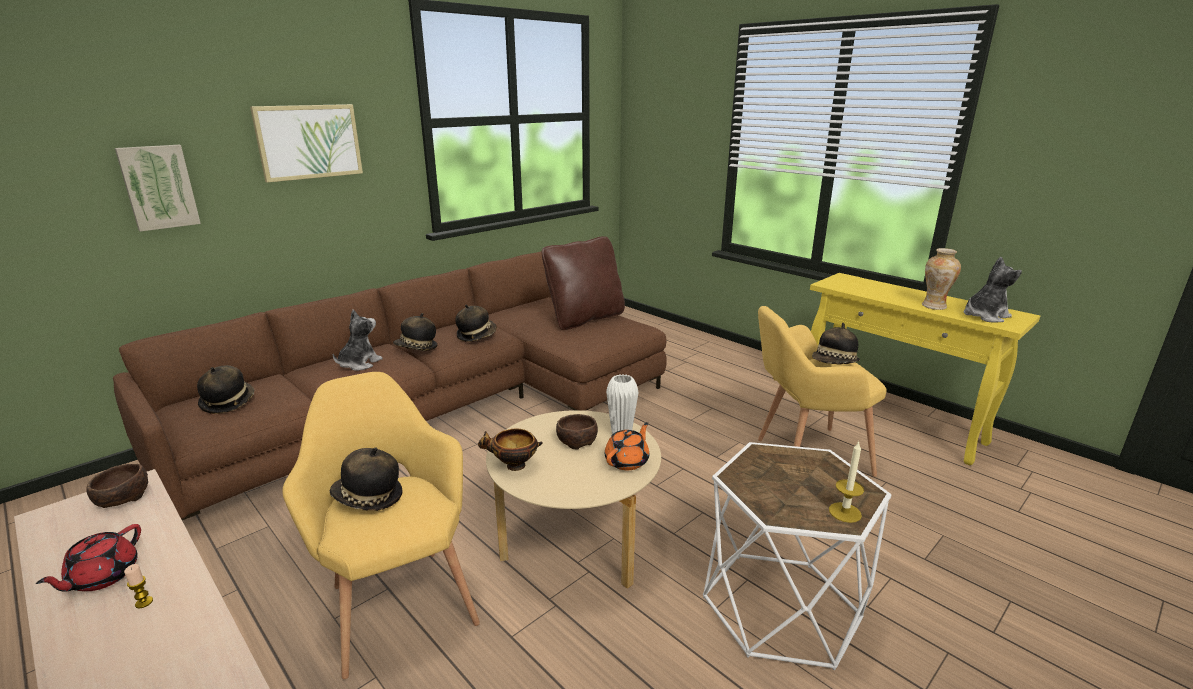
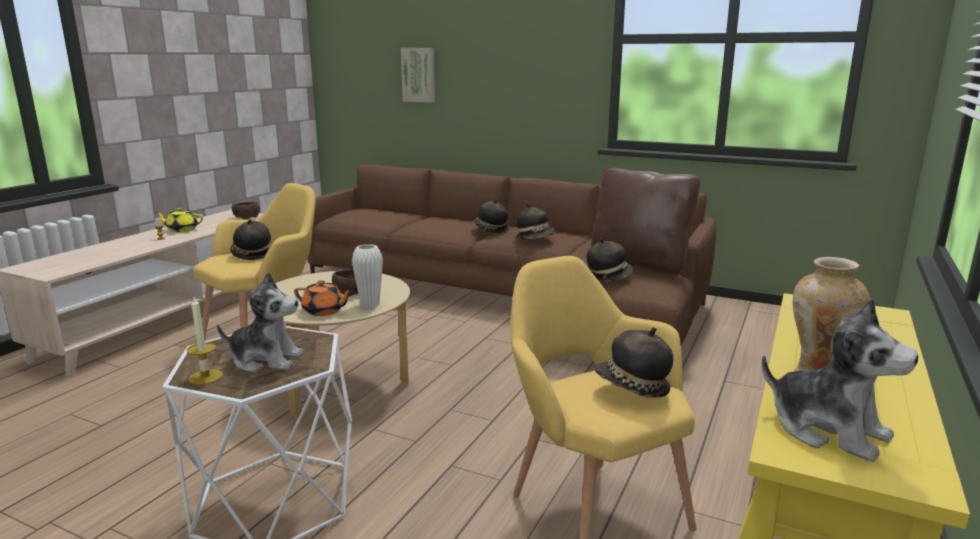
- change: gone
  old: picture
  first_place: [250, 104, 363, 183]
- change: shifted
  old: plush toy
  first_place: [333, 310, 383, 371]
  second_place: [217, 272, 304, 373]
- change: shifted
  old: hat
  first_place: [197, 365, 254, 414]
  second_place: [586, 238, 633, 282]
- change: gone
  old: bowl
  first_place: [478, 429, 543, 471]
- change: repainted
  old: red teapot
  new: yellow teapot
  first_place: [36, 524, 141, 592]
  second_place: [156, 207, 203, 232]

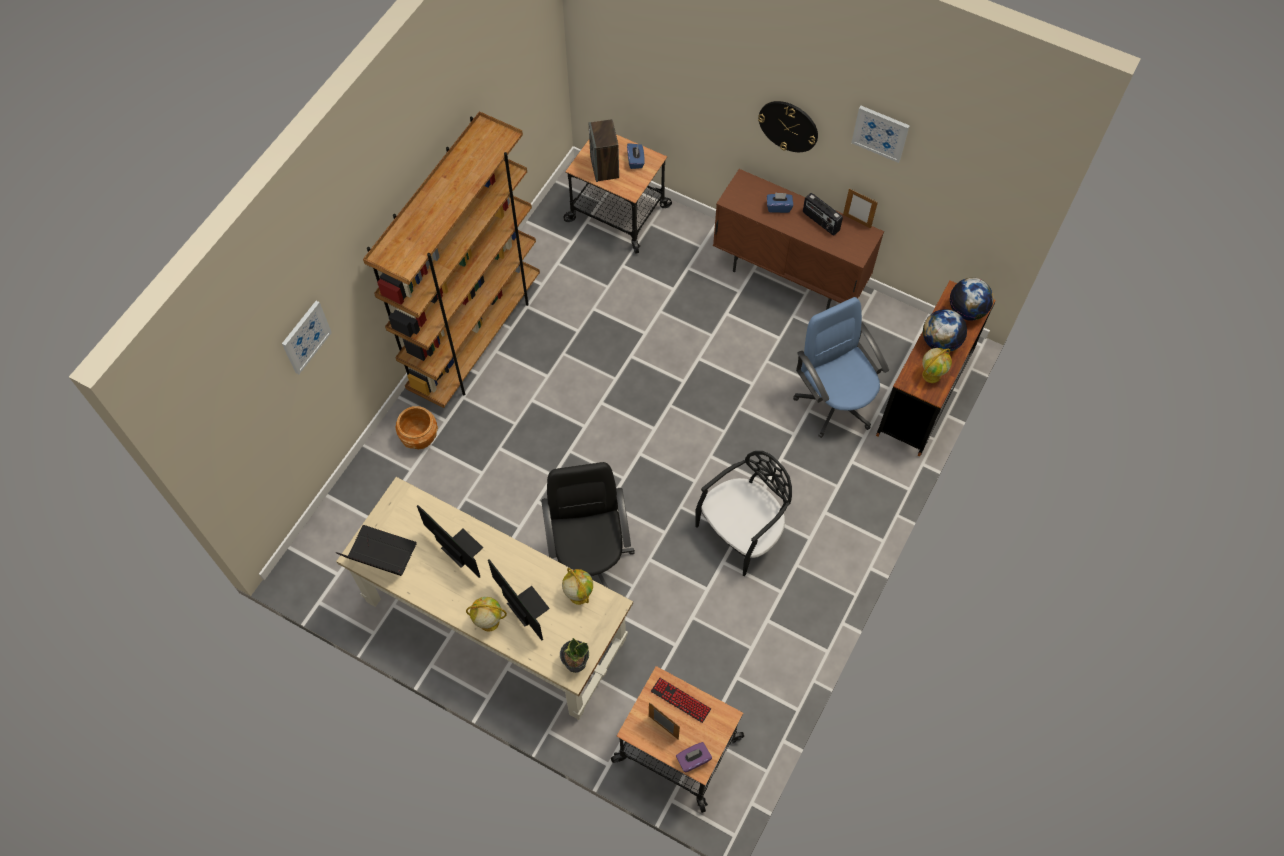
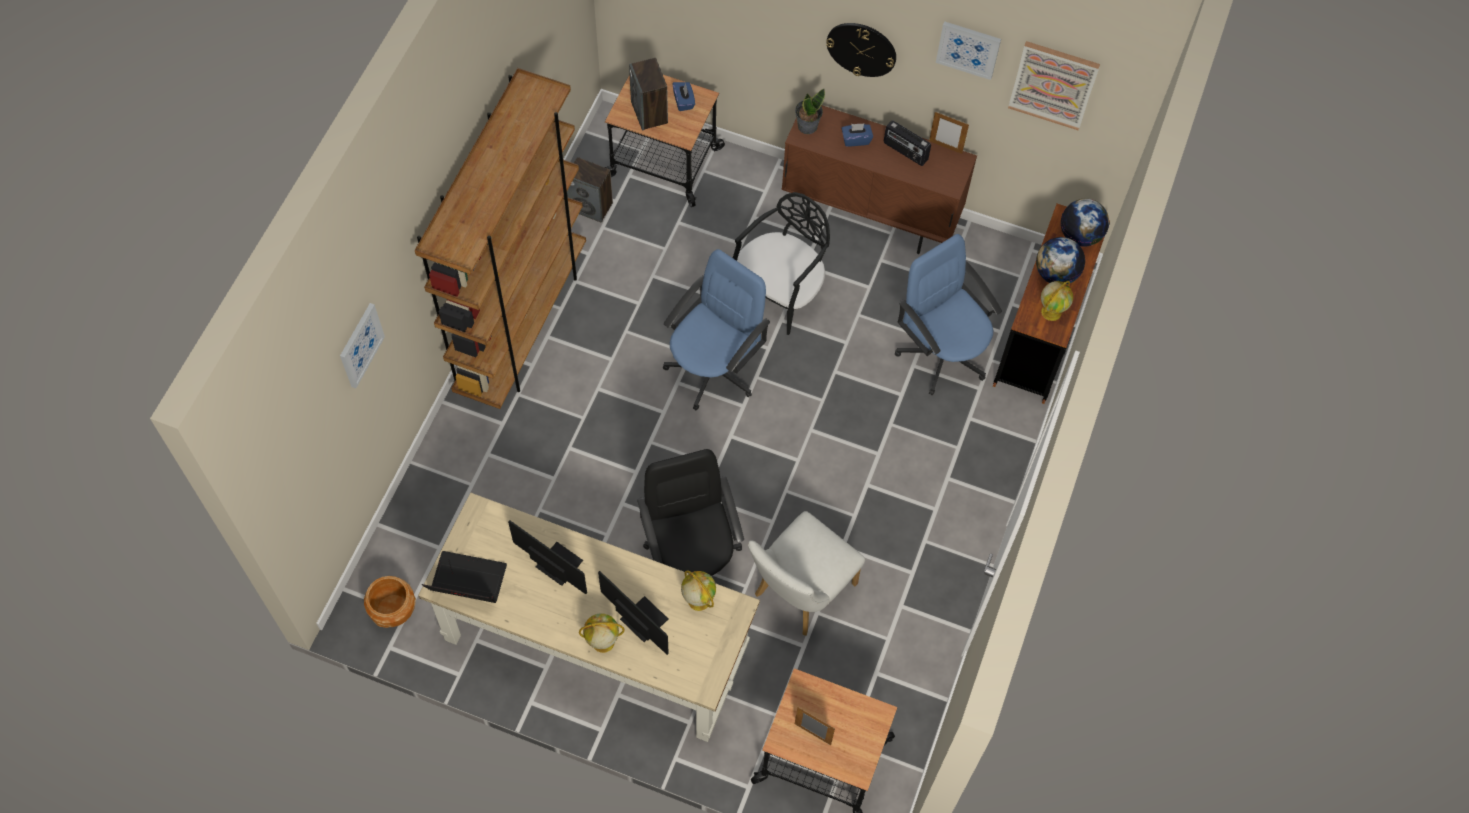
- change: shifted
  old: brown planter
  first_place: [396, 406, 438, 449]
  second_place: [364, 576, 416, 628]
- change: shifted
  old: black chair
  first_place: [695, 451, 792, 576]
  second_place: [733, 192, 830, 335]
- change: shifted
  old: potted plant
  first_place: [560, 638, 589, 673]
  second_place: [795, 88, 825, 134]
- change: gone
  old: keyboard
  first_place: [651, 678, 711, 723]
- change: gone
  old: purple tissue box
  first_place: [676, 742, 712, 773]
- change: new
  new: picture
  second_place: [1008, 41, 1100, 130]
- change: new
  new: speaker
  second_place: [567, 157, 613, 223]
- change: new
  new: blue office chair
  second_place: [663, 249, 770, 410]
- change: new
  new: white chair
  second_place: [748, 511, 865, 636]

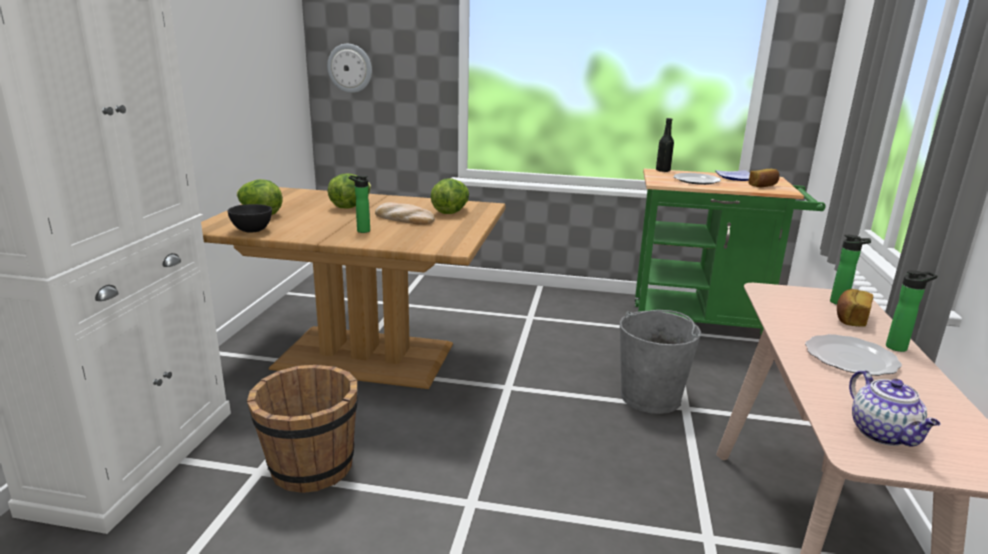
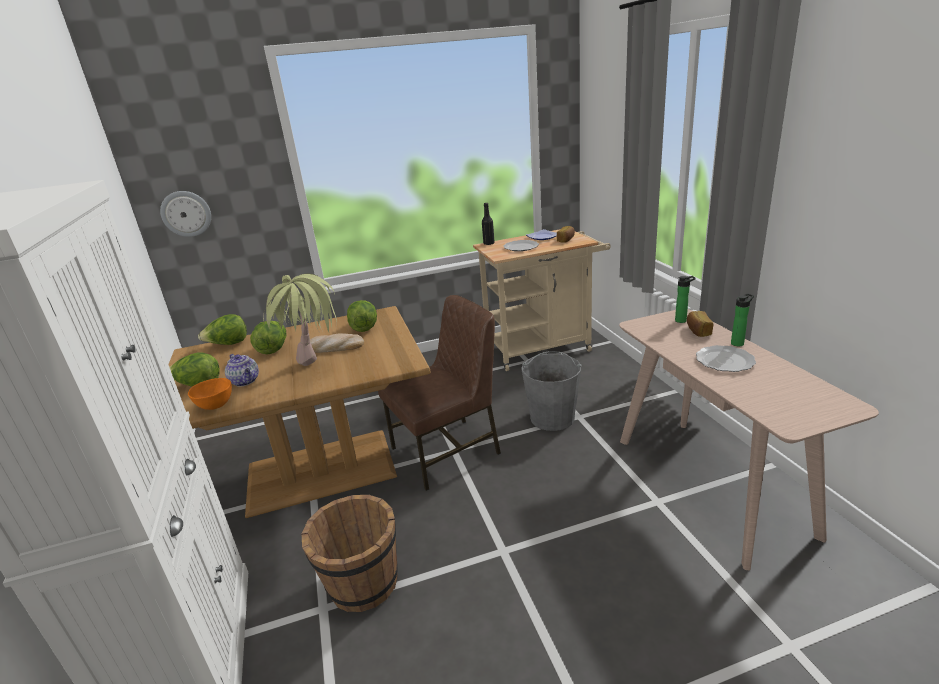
- change: repainted
  old: green cart
  new: beige cart
  first_place: [635, 168, 825, 337]
  second_place: [473, 229, 611, 371]
- change: swapped
  old: bottle
  new: potted plant
  first_place: [349, 175, 370, 233]
  second_place: [263, 273, 337, 366]
- change: repainted
  old: black bowl
  new: orange bowl
  first_place: [227, 204, 272, 233]
  second_place: [188, 378, 232, 410]
- change: shifted
  old: teapot
  first_place: [849, 370, 941, 446]
  second_place: [225, 354, 259, 387]
- change: new
  new: brown chair
  second_place: [378, 295, 501, 491]
- change: new
  new: lettuce
  second_place: [198, 314, 247, 345]

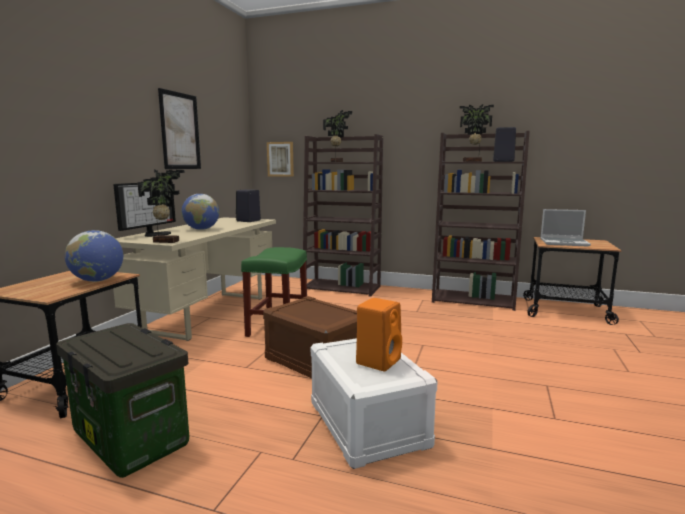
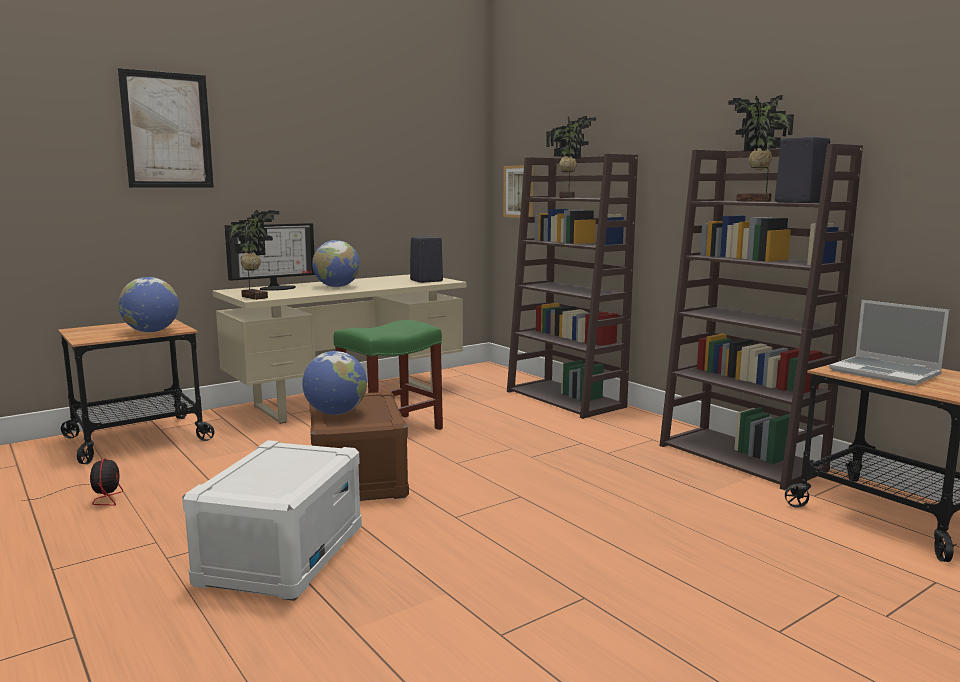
- change: shifted
  old: picture
  first_place: [158, 88, 201, 169]
  second_place: [118, 68, 214, 188]
- change: gone
  old: orange speaker
  first_place: [356, 298, 402, 371]
- change: swapped
  old: storage box
  new: fan
  first_place: [56, 323, 189, 478]
  second_place: [22, 459, 123, 505]
- change: new
  new: globe
  second_place: [302, 351, 367, 415]

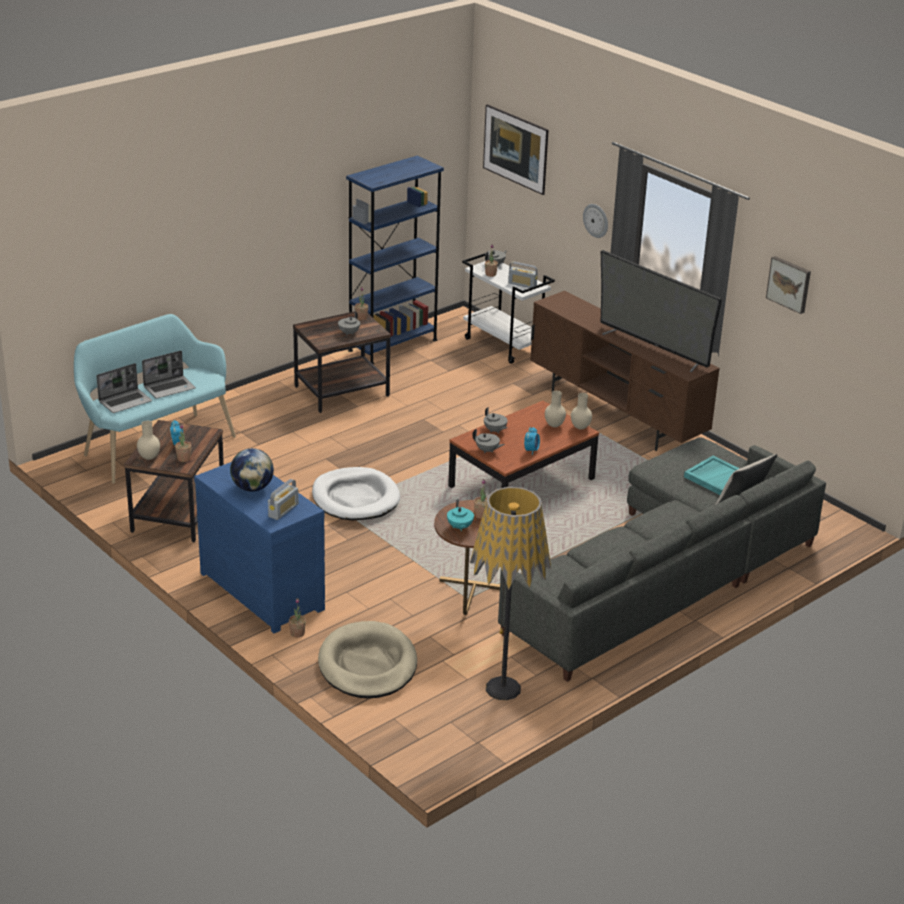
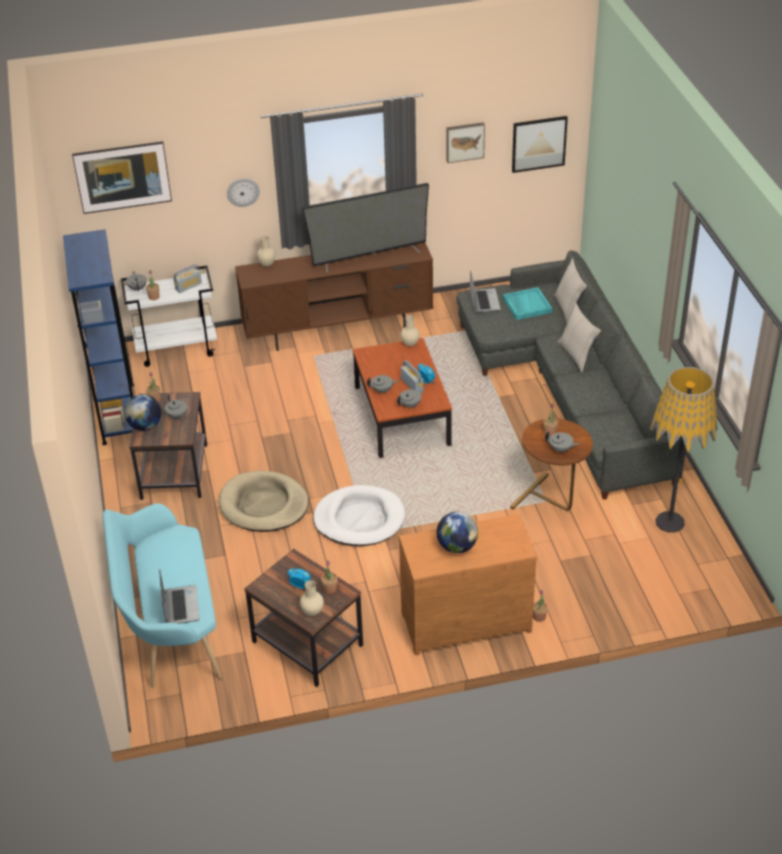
- change: shifted
  old: laptop
  first_place: [142, 351, 196, 399]
  second_place: [470, 270, 501, 313]
- change: shifted
  old: beige vase
  first_place: [545, 391, 566, 427]
  second_place: [257, 236, 275, 267]
- change: repainted
  old: blue dresser
  new: brown dresser
  first_place: [194, 462, 325, 633]
  second_place: [399, 514, 537, 656]
- change: shifted
  old: radio
  first_place: [268, 479, 298, 520]
  second_place: [401, 360, 423, 392]
- change: repainted
  old: turquoise teapot
  new: grey teapot
  first_place: [447, 499, 474, 531]
  second_place: [545, 431, 580, 454]
- change: shifted
  old: beige dog bed
  first_place: [318, 621, 417, 698]
  second_place: [219, 471, 309, 532]
- change: new
  new: picture
  second_place: [512, 116, 568, 173]
- change: new
  new: beige pillow
  second_place: [558, 302, 601, 372]
- change: new
  new: globe
  second_place: [124, 394, 161, 431]

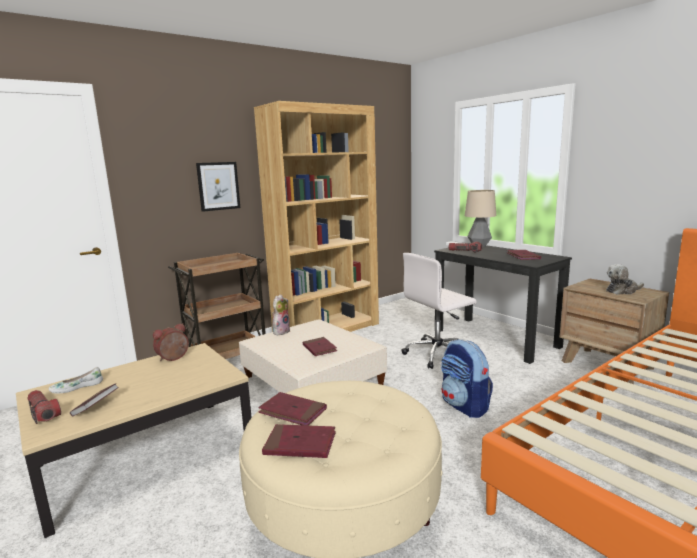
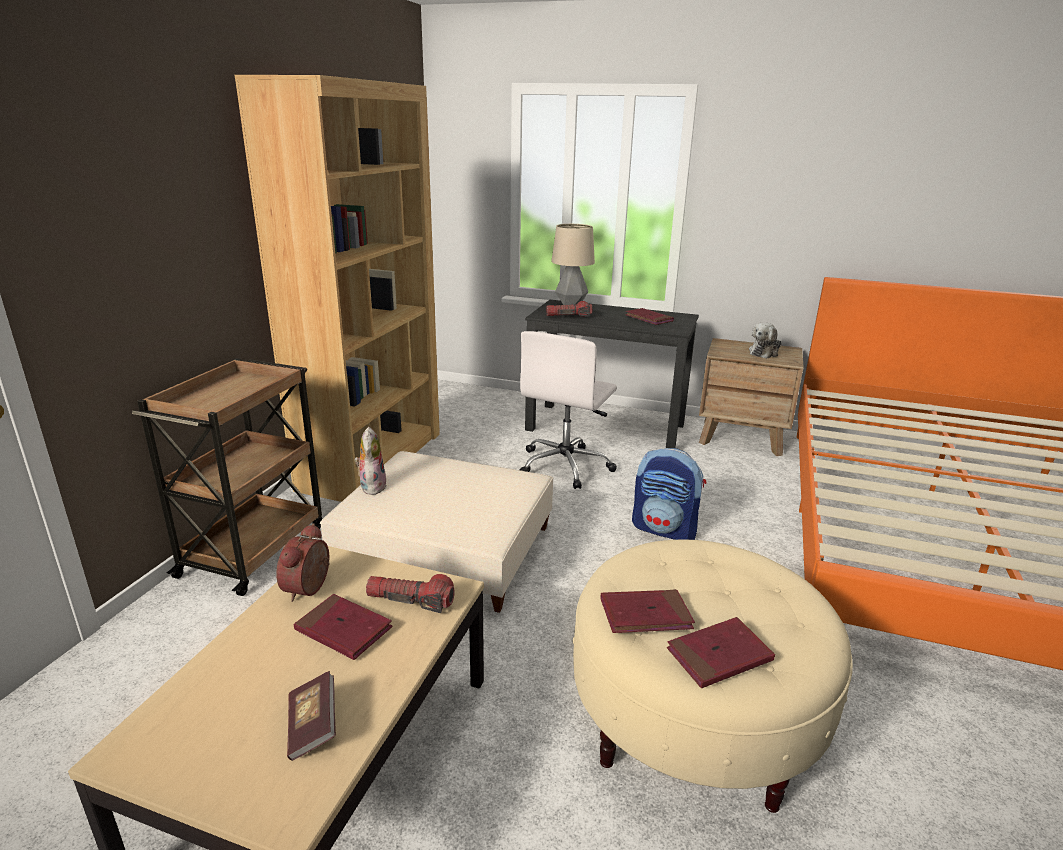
- change: gone
  old: picture
  first_place: [196, 162, 240, 212]
- change: shifted
  old: red book
  first_place: [303, 337, 337, 356]
  second_place: [294, 594, 393, 660]
- change: gone
  old: white shoe
  first_place: [49, 367, 103, 393]
- change: shifted
  old: flashlight
  first_place: [27, 390, 61, 424]
  second_place: [366, 574, 455, 613]

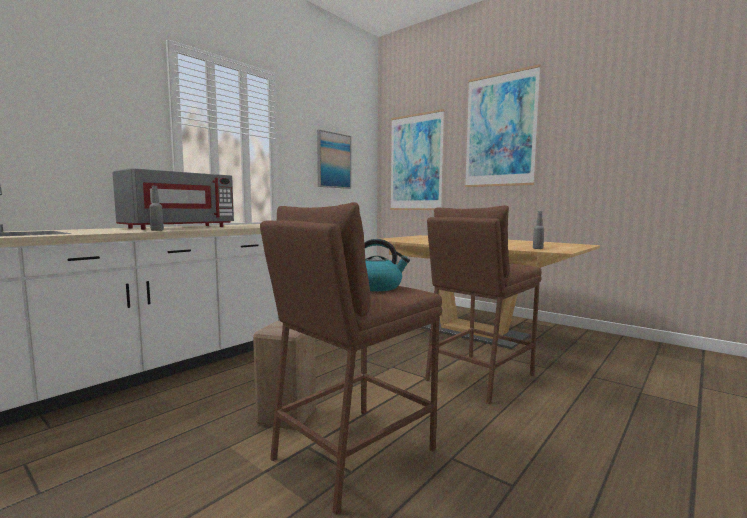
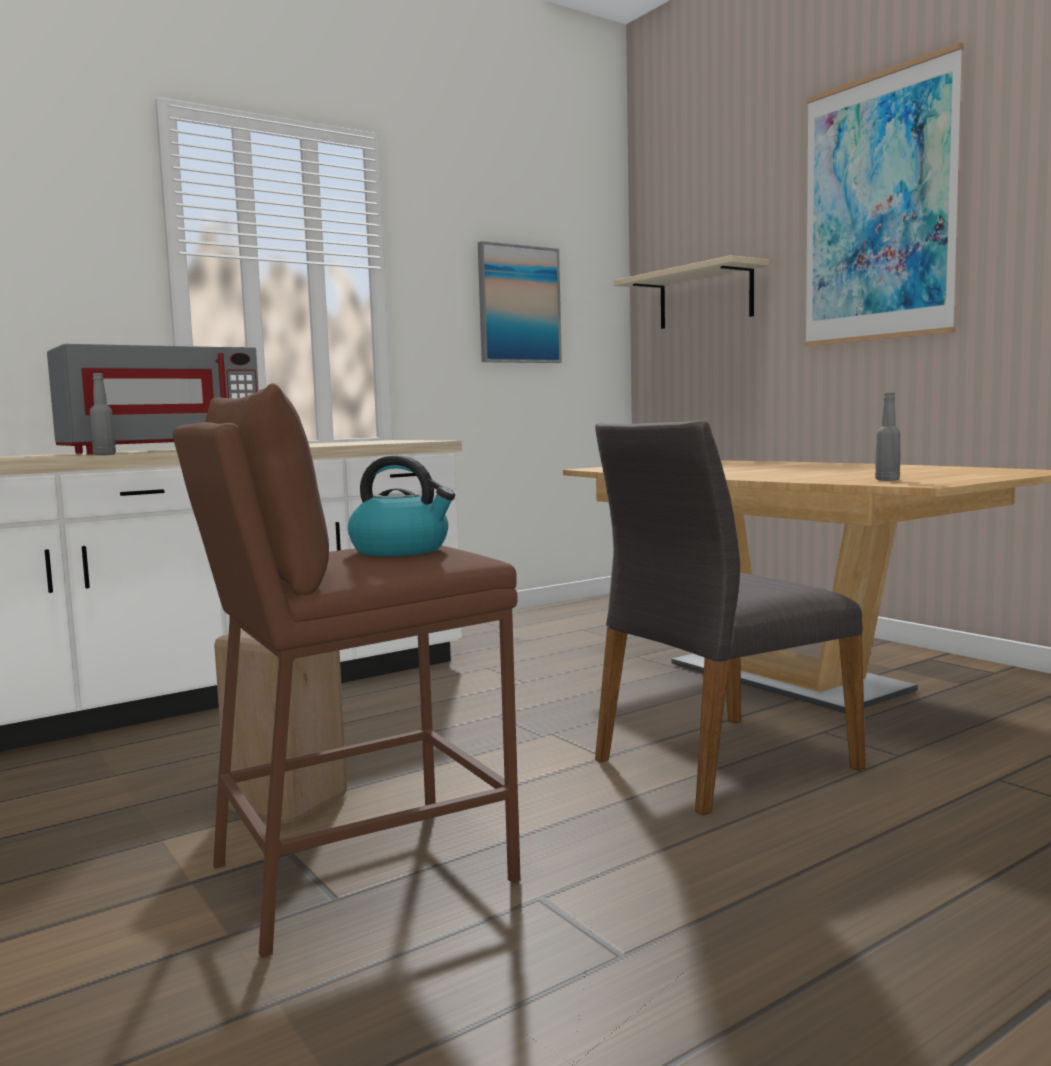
- change: swapped
  old: picture
  new: beige shelf
  first_place: [390, 109, 445, 210]
  second_place: [613, 255, 769, 329]
- change: swapped
  old: brown stool
  new: grey chair
  first_place: [425, 205, 542, 404]
  second_place: [595, 420, 865, 815]

